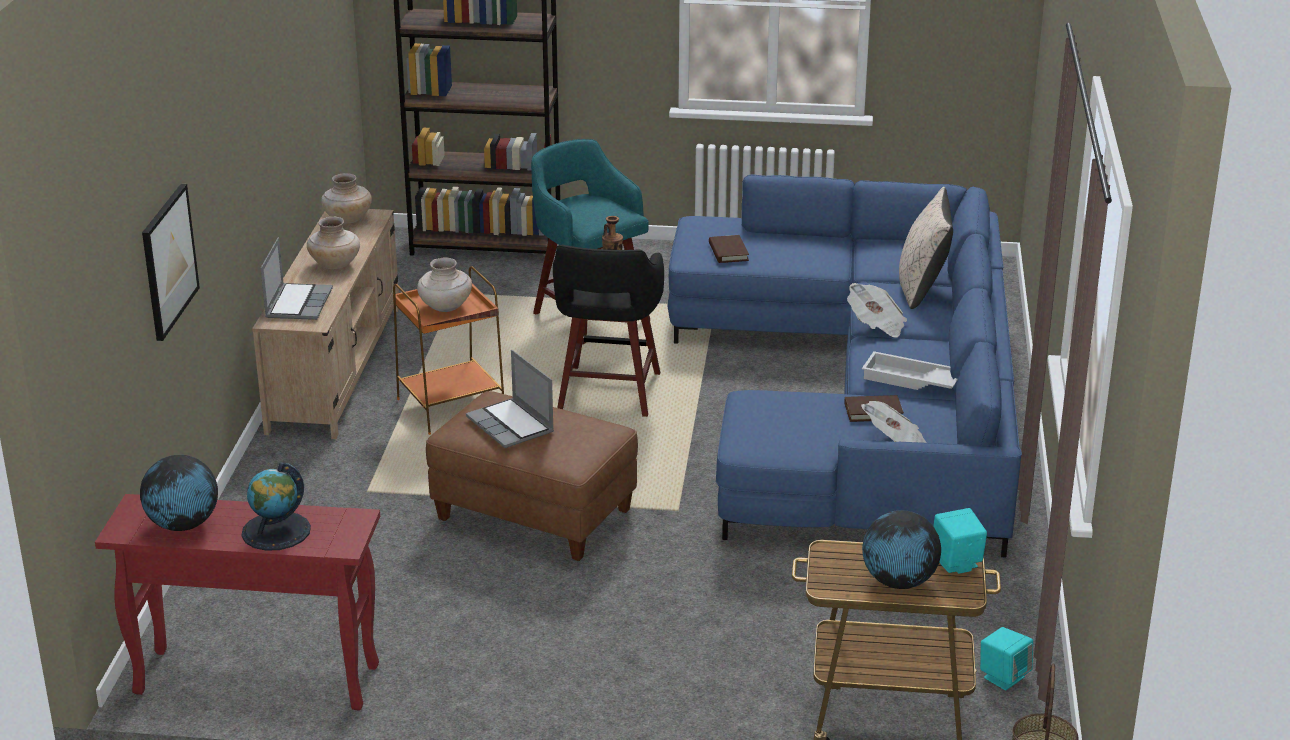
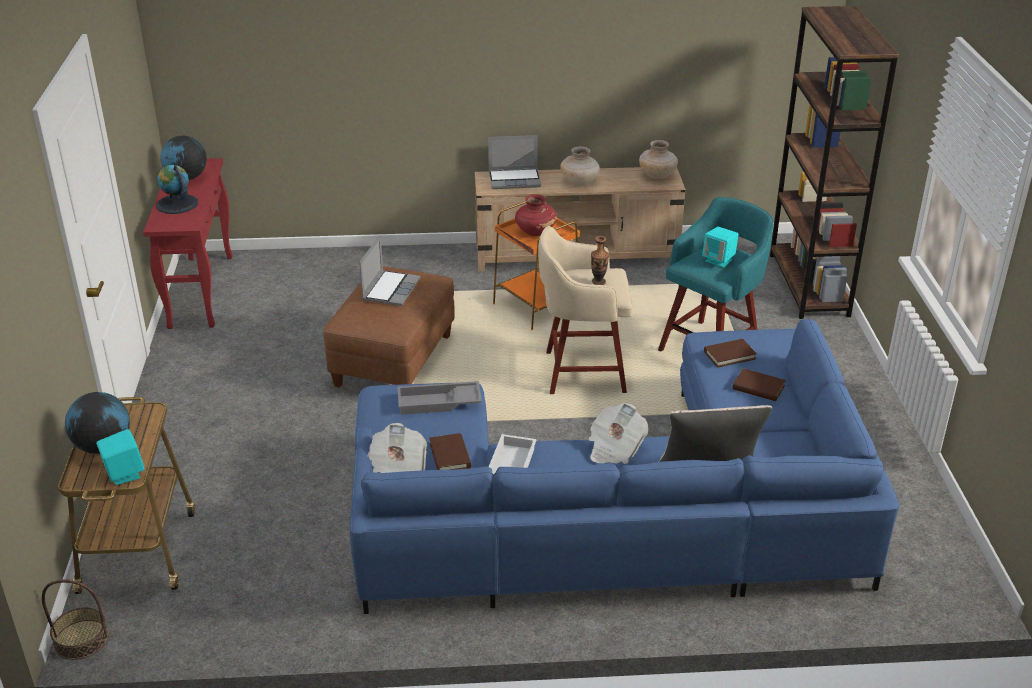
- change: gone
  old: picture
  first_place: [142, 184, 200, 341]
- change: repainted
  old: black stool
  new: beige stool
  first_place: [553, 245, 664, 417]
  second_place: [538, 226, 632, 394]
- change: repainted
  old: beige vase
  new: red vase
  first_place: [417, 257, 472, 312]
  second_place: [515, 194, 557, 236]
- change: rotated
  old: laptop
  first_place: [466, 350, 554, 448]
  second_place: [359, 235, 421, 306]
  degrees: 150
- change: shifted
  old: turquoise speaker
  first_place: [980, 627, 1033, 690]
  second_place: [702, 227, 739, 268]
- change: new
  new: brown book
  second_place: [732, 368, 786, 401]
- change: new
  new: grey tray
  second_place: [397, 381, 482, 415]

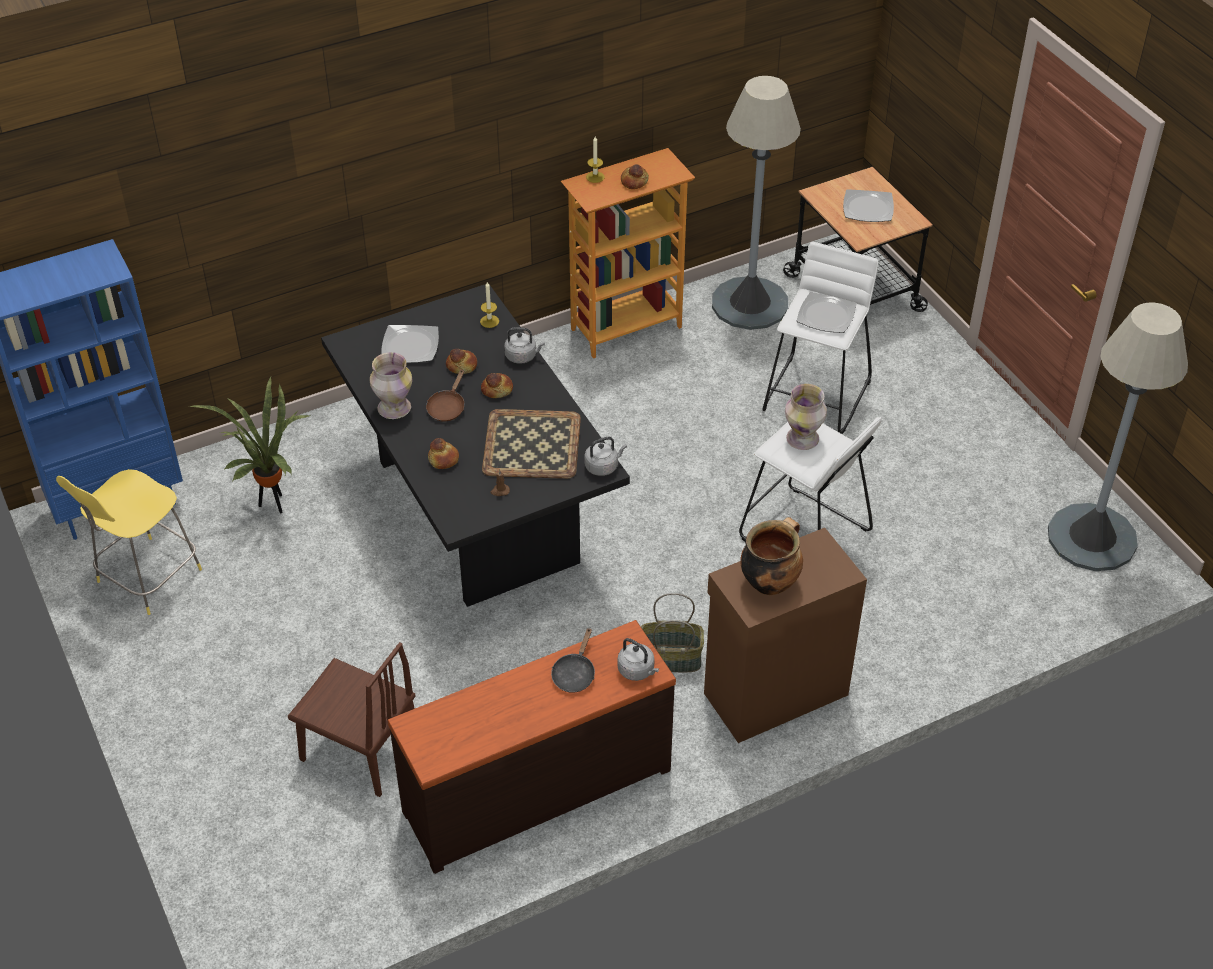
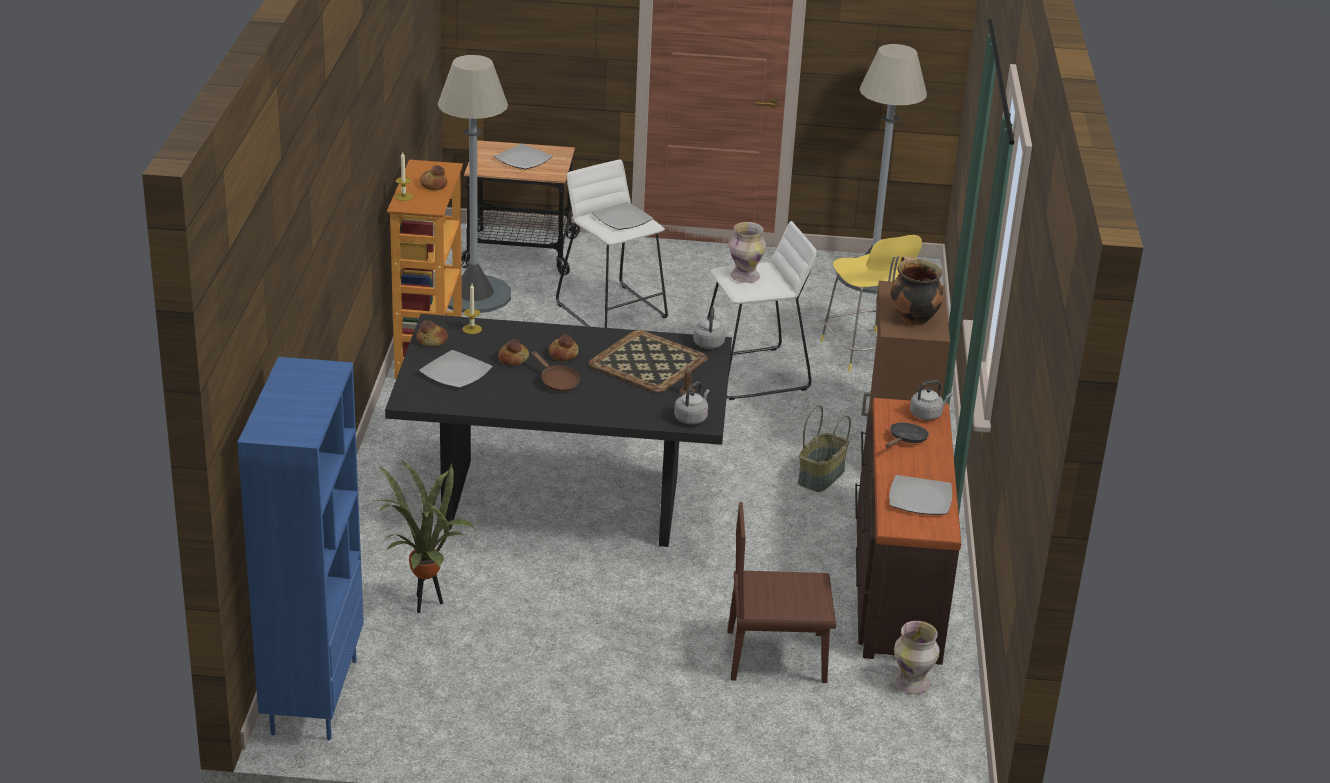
- change: shifted
  old: grey kettle
  first_place: [504, 327, 545, 364]
  second_place: [674, 381, 710, 425]
- change: shifted
  old: vase
  first_place: [370, 352, 412, 419]
  second_place: [894, 621, 940, 694]
- change: shifted
  old: bread
  first_place: [428, 438, 459, 469]
  second_place: [416, 320, 448, 346]
- change: shifted
  old: yellow stool
  first_place: [56, 469, 202, 615]
  second_place: [820, 235, 922, 372]
- change: rotated
  old: black frying pan
  first_place: [551, 627, 595, 693]
  second_place: [885, 423, 929, 447]
  degrees: -105
- change: rotated
  old: brown chair
  first_place: [288, 642, 416, 797]
  second_place: [728, 502, 836, 683]
  degrees: -150
- change: new
  new: plate
  second_place: [889, 475, 952, 515]

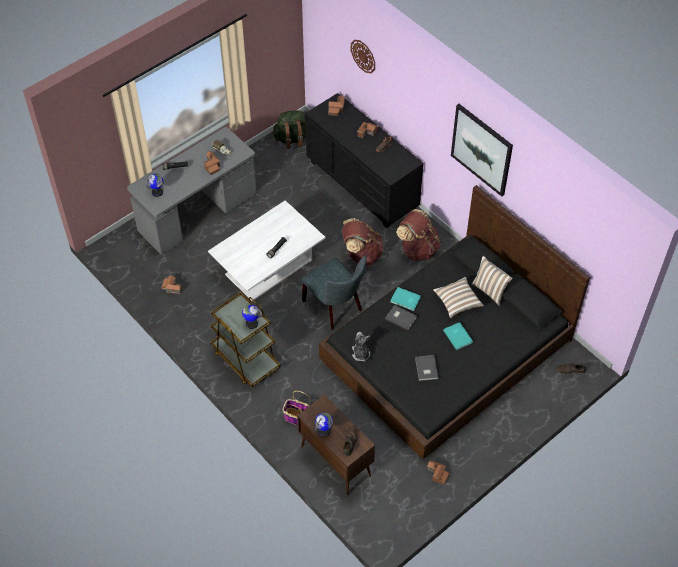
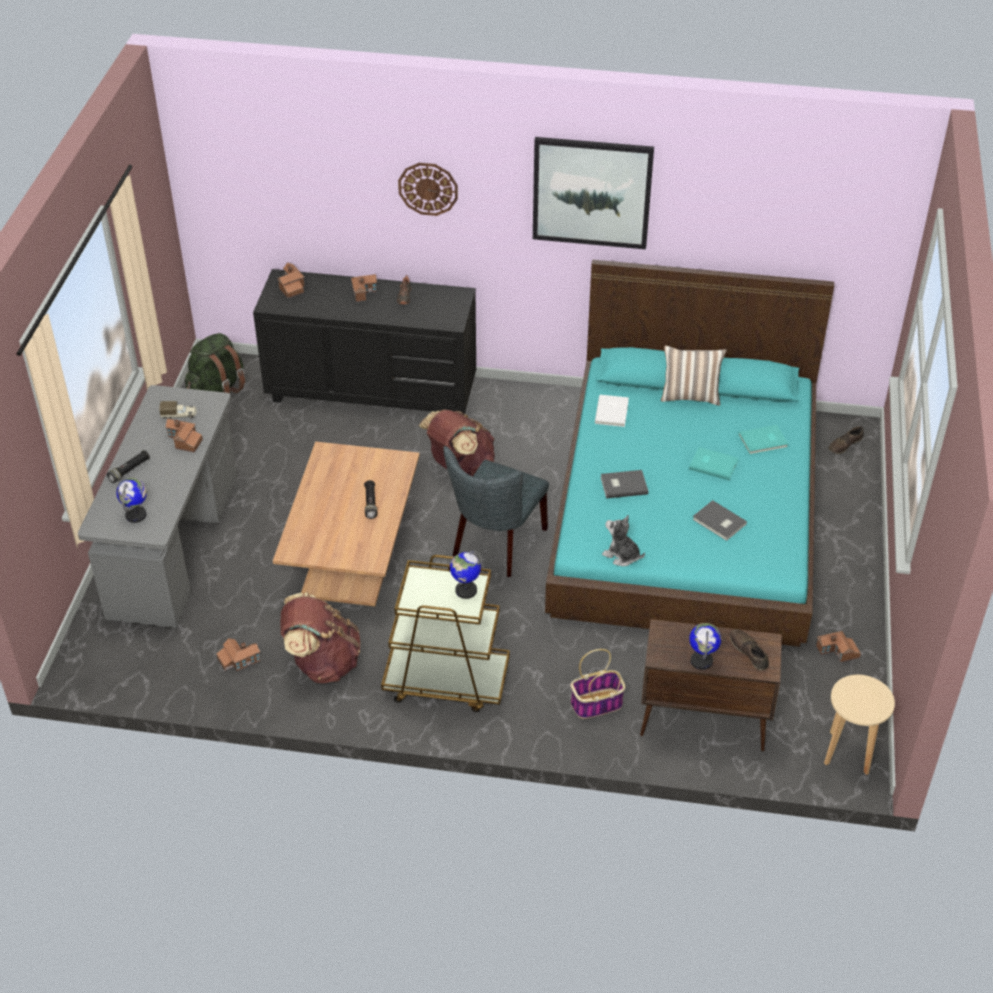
- change: shifted
  old: wall clock
  first_place: [351, 40, 375, 73]
  second_place: [398, 163, 458, 216]
- change: repainted
  old: black bed
  new: turquoise bed
  first_place: [319, 185, 590, 459]
  second_place: [545, 260, 834, 647]
- change: repainted
  old: white coffee table
  new: brown coffee table
  first_place: [208, 200, 325, 301]
  second_place: [273, 442, 420, 606]
- change: shifted
  old: brown backpack
  first_place: [396, 209, 441, 261]
  second_place: [281, 592, 360, 683]
- change: rotated
  old: grey chair
  first_place: [301, 255, 366, 329]
  second_place: [443, 446, 549, 577]
  degrees: 105
- change: gone
  old: pillow
  first_place: [433, 277, 484, 318]
- change: shifted
  old: turquoise book
  first_place: [390, 287, 421, 311]
  second_place: [738, 425, 788, 455]
- change: new
  new: white book
  second_place: [595, 395, 629, 427]
- change: new
  new: beige stool
  second_place: [824, 675, 895, 775]

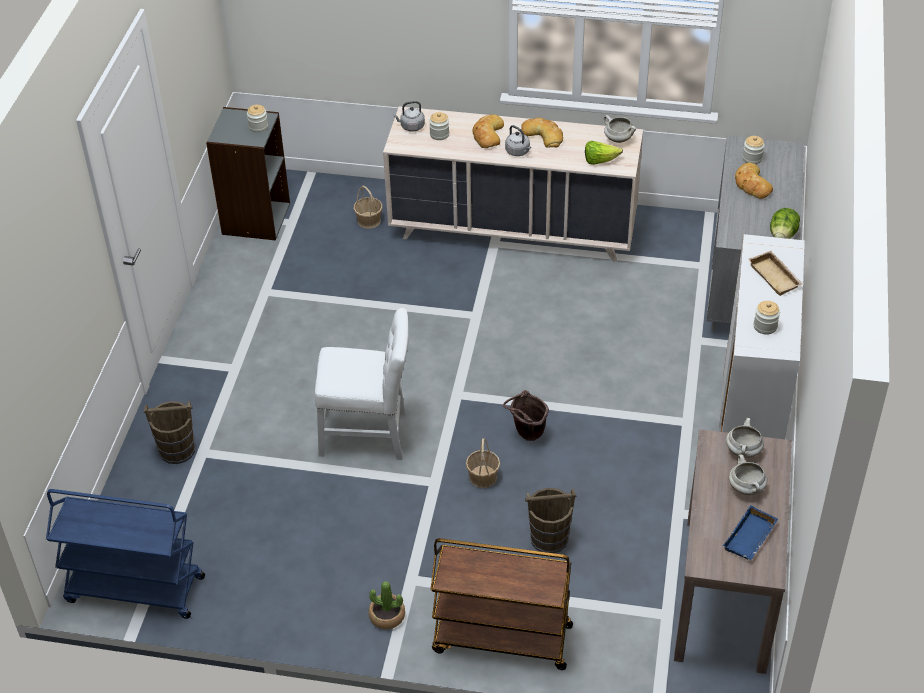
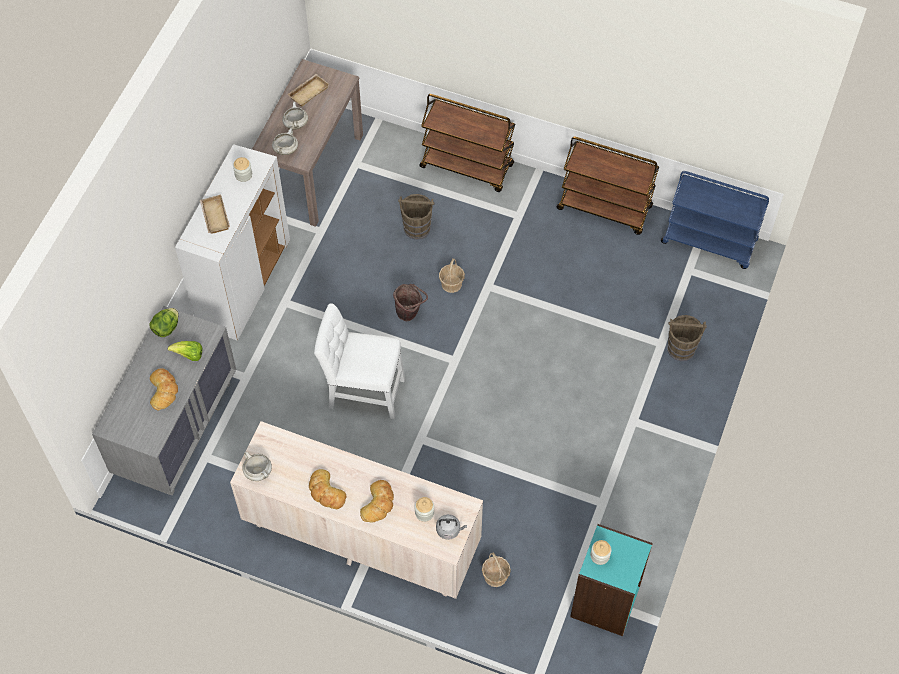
- change: repainted
  old: grey bookcase
  new: turquoise bookcase
  first_place: [206, 107, 290, 240]
  second_place: [570, 524, 653, 636]
- change: gone
  old: grey kettle
  first_place: [505, 125, 531, 156]
- change: gone
  old: jar
  first_place: [742, 136, 765, 164]
- change: shifted
  old: lettuce
  first_place: [585, 141, 623, 165]
  second_place: [168, 341, 203, 361]
- change: shifted
  old: white chair
  first_place: [315, 308, 409, 460]
  second_place: [314, 303, 405, 419]
- change: repainted
  old: blue tray
  new: beige tray
  first_place: [723, 505, 778, 560]
  second_place: [287, 74, 330, 107]
- change: gone
  old: potted plant
  first_place: [369, 581, 405, 629]
- change: new
  new: brown cart
  second_place: [557, 137, 659, 235]

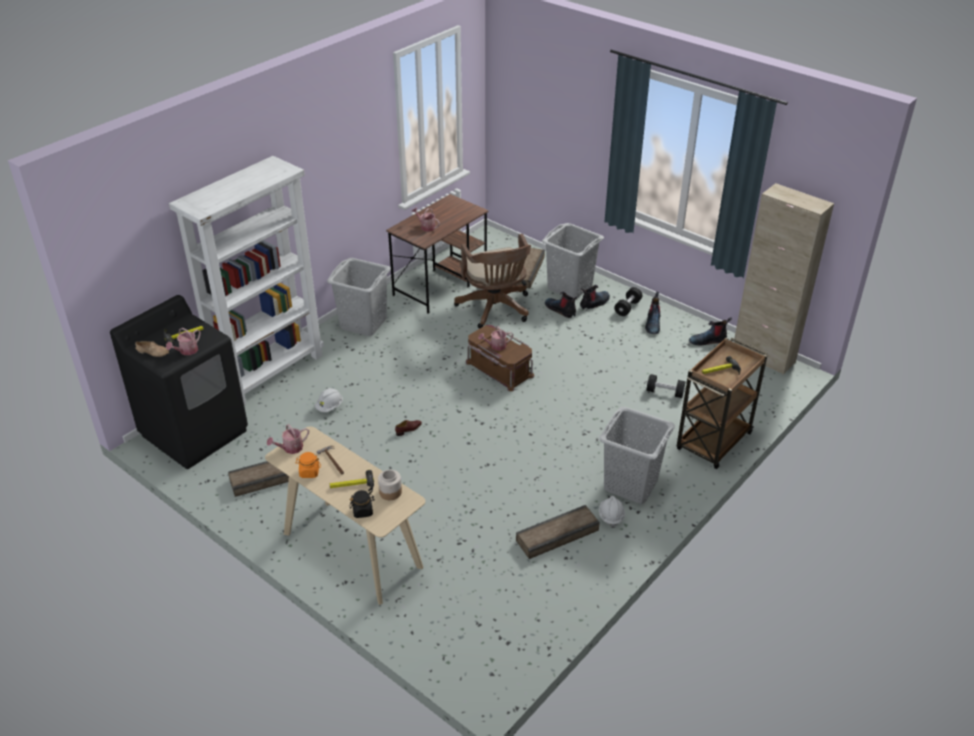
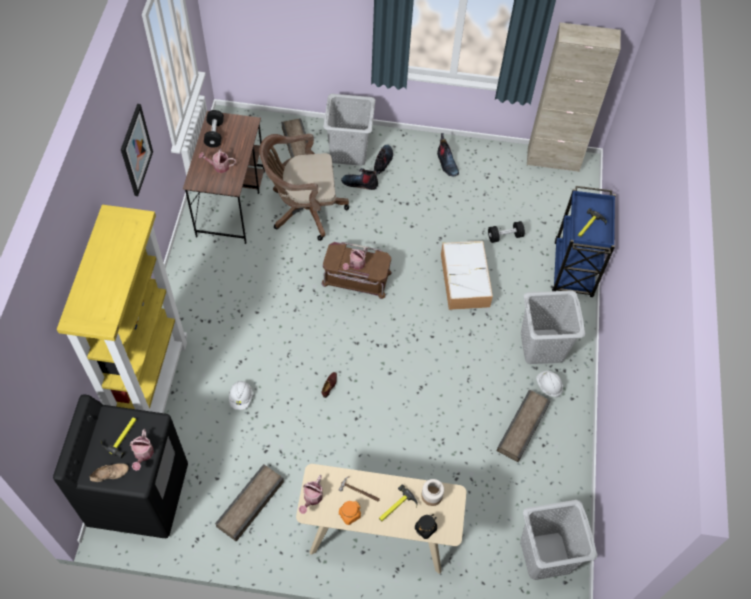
- change: repainted
  old: white bookcase
  new: yellow bookcase
  first_place: [169, 156, 324, 405]
  second_place: [57, 205, 187, 413]
- change: rotated
  old: brown office chair
  first_place: [454, 234, 531, 329]
  second_place: [259, 134, 349, 241]
  degrees: 135
- change: shifted
  old: grey laundry basket
  first_place: [327, 258, 391, 336]
  second_place: [520, 500, 598, 580]
- change: shifted
  old: black dumbbell
  first_place: [614, 287, 642, 316]
  second_place: [204, 110, 224, 148]
- change: gone
  old: boot
  first_place: [689, 317, 732, 346]
- change: repainted
  old: brown cart
  new: blue cart
  first_place: [677, 338, 767, 469]
  second_place: [552, 186, 616, 297]
- change: new
  new: picture
  second_place: [121, 104, 153, 196]
- change: new
  new: storage box
  second_place: [441, 241, 493, 310]

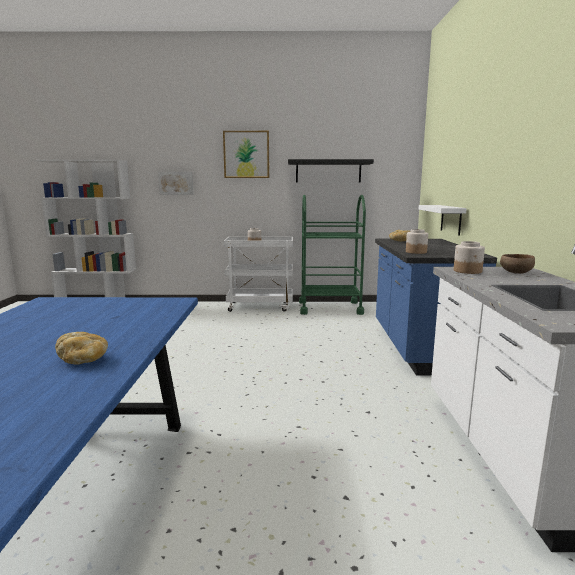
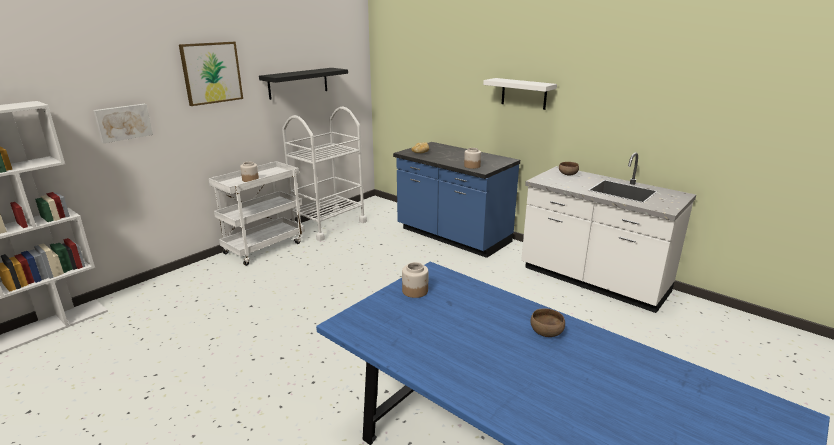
- change: repainted
  old: green cart
  new: white cart
  first_place: [299, 195, 366, 315]
  second_place: [282, 107, 367, 241]
- change: shifted
  old: white shelf
  first_place: [419, 205, 467, 236]
  second_place: [483, 78, 557, 110]
- change: shifted
  old: jar
  first_place: [454, 241, 485, 274]
  second_place: [402, 262, 428, 298]
- change: swapped
  old: bread
  new: brown bowl
  first_place: [55, 332, 108, 365]
  second_place: [530, 308, 565, 337]

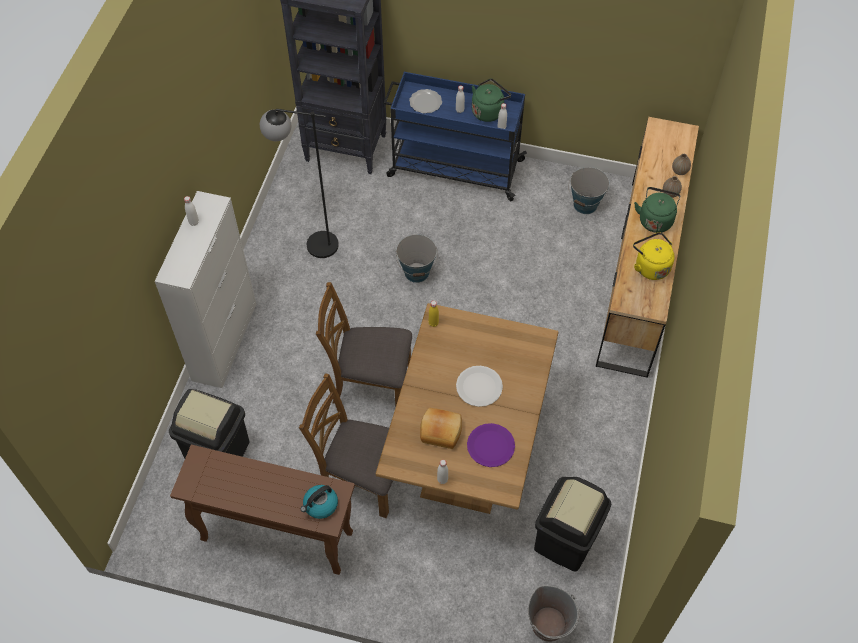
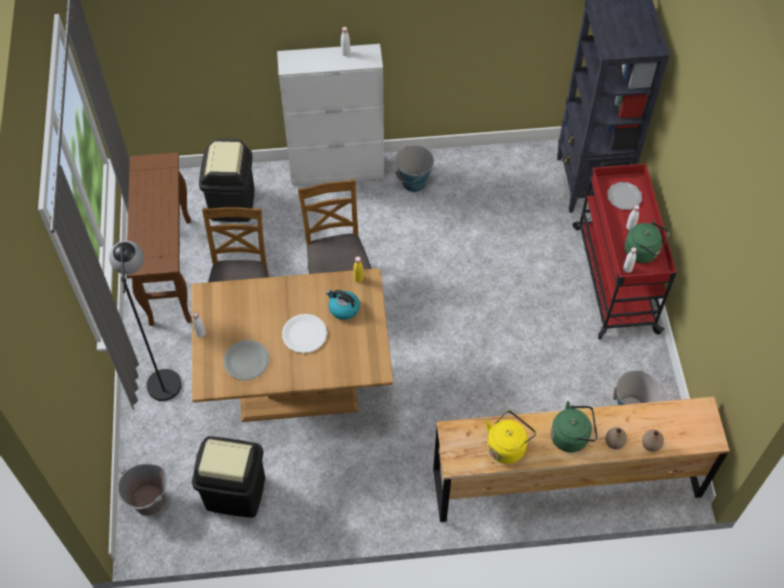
- change: repainted
  old: blue cart
  new: red cart
  first_place: [384, 72, 527, 201]
  second_place: [573, 160, 677, 340]
- change: shifted
  old: black floor lamp
  first_place: [260, 109, 339, 258]
  second_place: [109, 241, 182, 401]
- change: shifted
  old: bucket
  first_place: [396, 234, 438, 283]
  second_place: [395, 145, 434, 192]
- change: gone
  old: bread
  first_place: [420, 408, 462, 449]
- change: repainted
  old: purple plate
  new: grey plate
  first_place: [467, 423, 515, 467]
  second_place: [224, 340, 269, 380]
- change: shifted
  old: kettle
  first_place: [301, 485, 338, 519]
  second_place: [326, 290, 360, 320]

